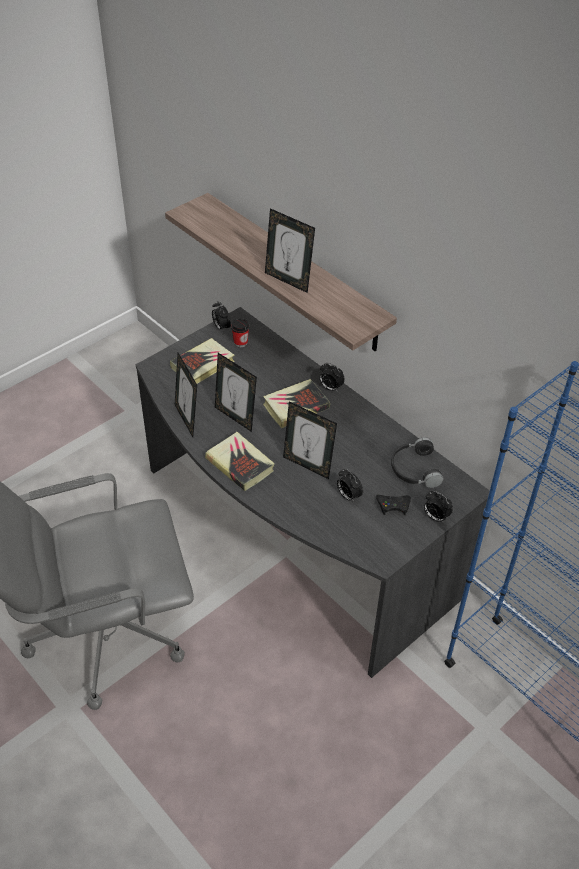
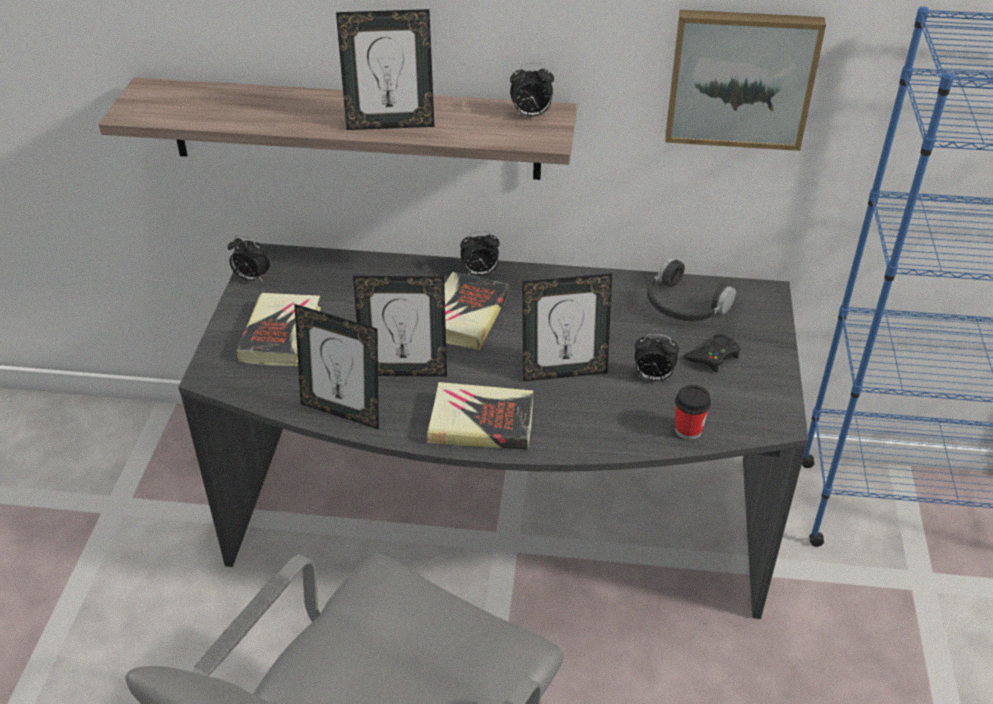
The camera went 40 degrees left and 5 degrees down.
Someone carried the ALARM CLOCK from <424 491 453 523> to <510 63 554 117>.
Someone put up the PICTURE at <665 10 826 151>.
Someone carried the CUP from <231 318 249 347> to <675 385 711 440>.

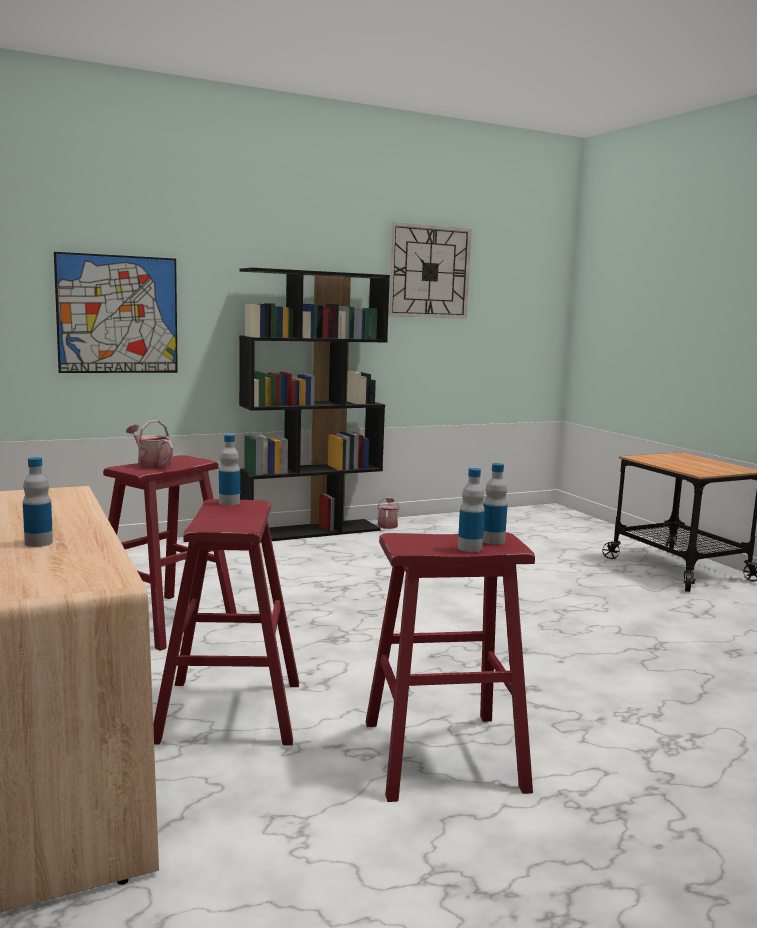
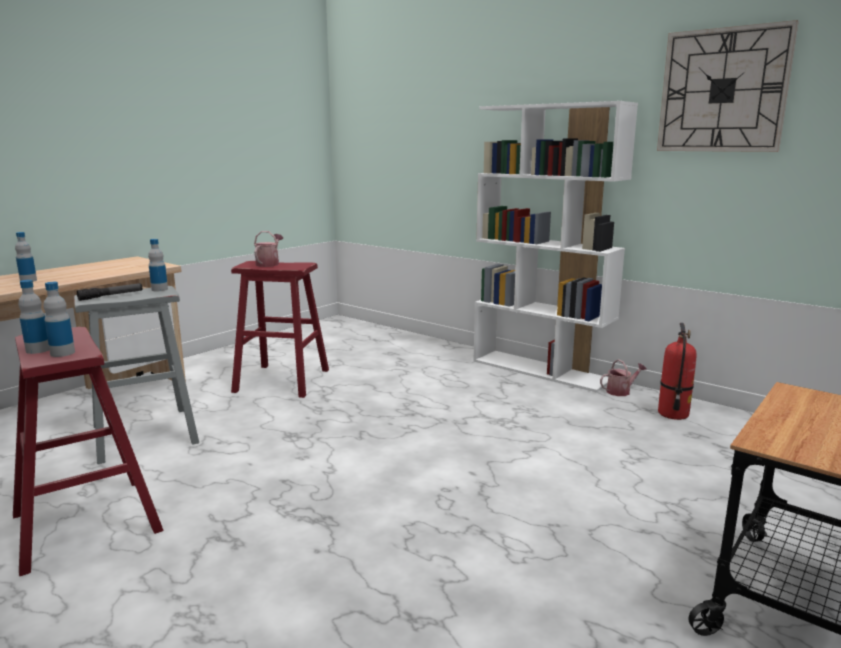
The camera went 65 degrees right and 5 degrees up.
Someone repainted the RED STOOL at <153 499 299 745>, which became the GREY STOOL at <74 286 199 464>.
Someone put down the FLASHLIGHT at <77 283 142 301>.
Someone repainted the BLACK BOOKCASE at <239 268 390 541>, which became the WHITE BOOKCASE at <473 101 638 393>.
Someone put down the FIRE EXTINGUISHER at <658 323 696 420>.
Someone took away the PICTURE at <54 252 178 373>.

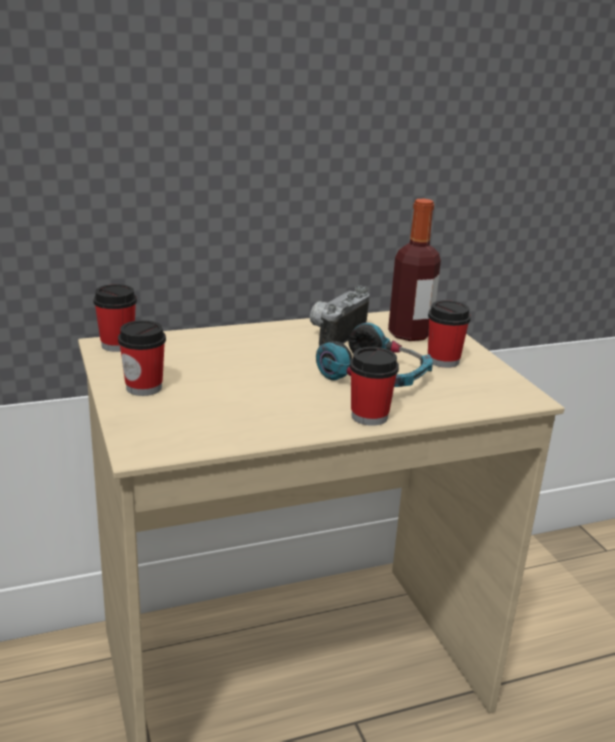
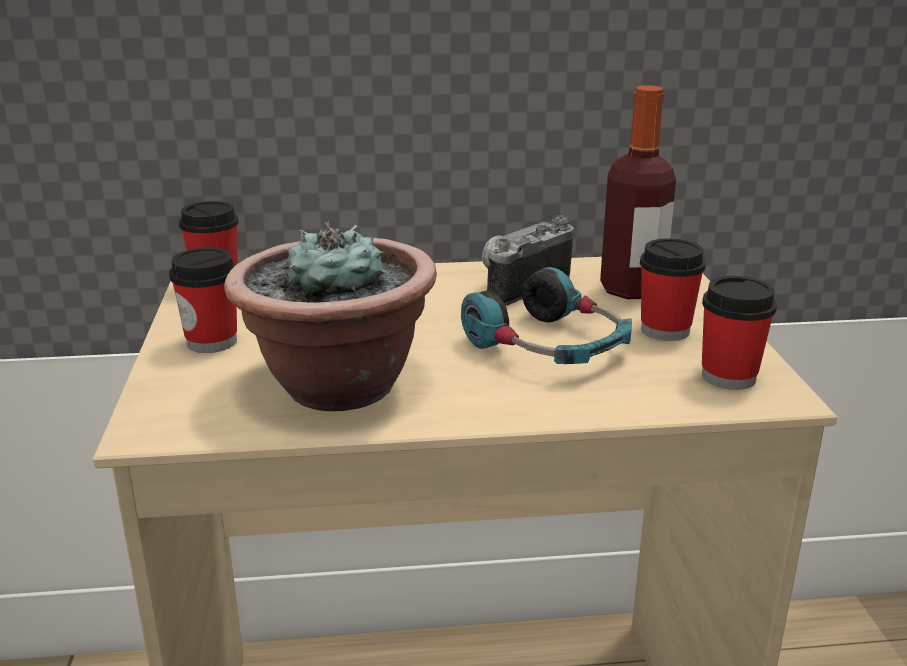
The camera went 15 degrees right and 0 degrees up.
Someone put down the POTTED PLANT at <224 221 437 411>.
Someone carried the CUP from <350 347 399 426> to <702 276 777 390>.

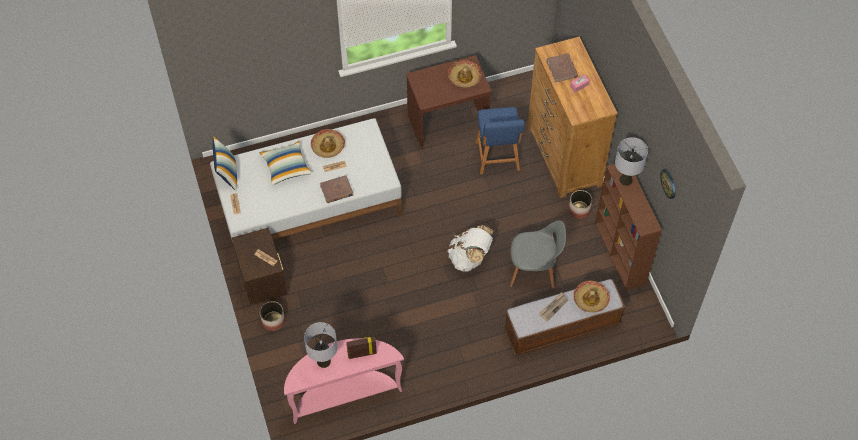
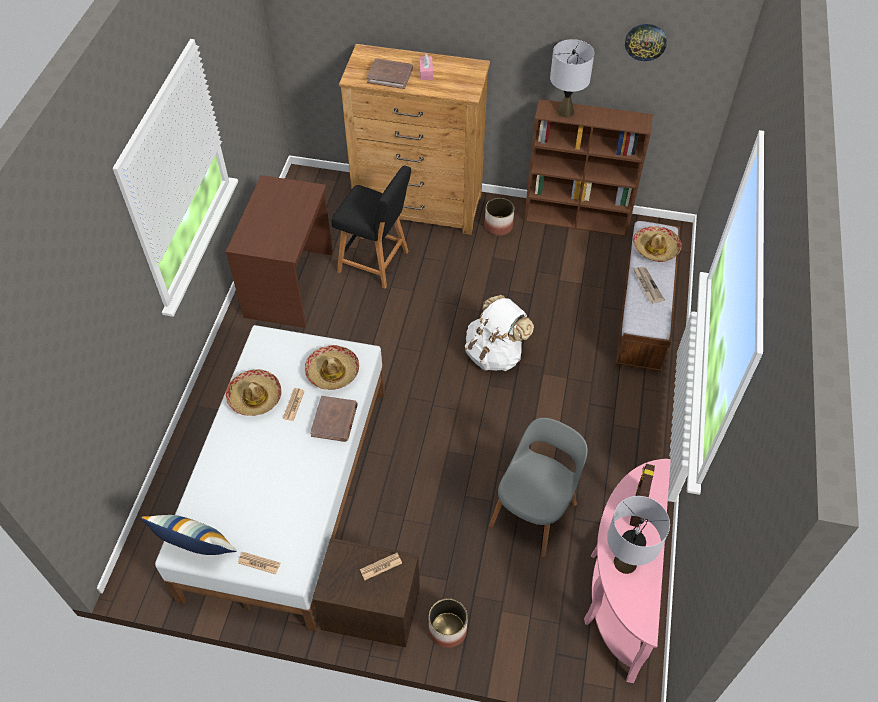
The camera went 60 degrees left and 5 degrees down.
Someone carried the HAT from <448 60 482 88> to <305 345 359 390>.
Someone repainted the BLUE STOOL at <475 107 525 174>, which became the BLACK STOOL at <332 166 411 289>.
Someone carried the GREY CHAIR from <510 221 566 289> to <489 418 588 557>.
Someone took away the PILLOW at <259 141 312 186>.

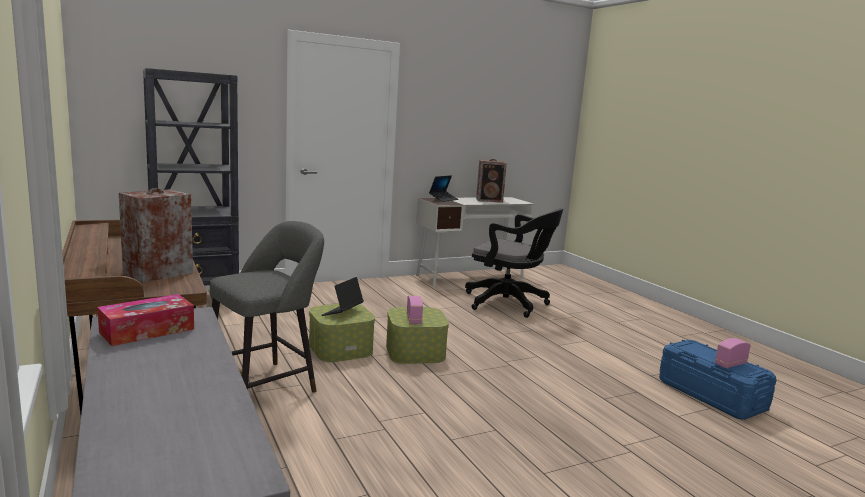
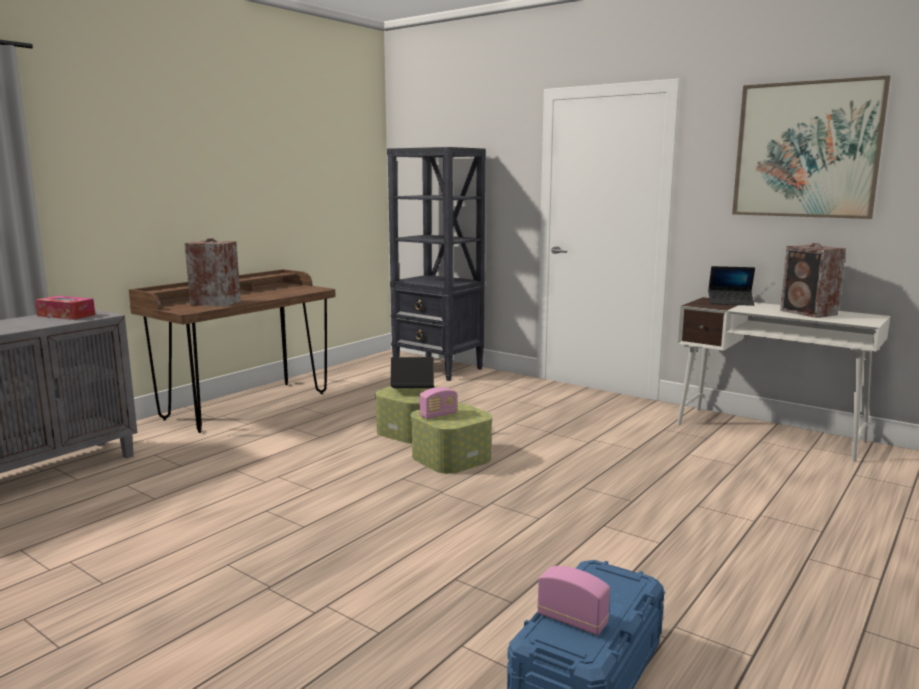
The camera went 65 degrees right and 0 degrees up.
Someone put up the PICTURE at <732 75 891 219>.
Someone took away the GREY STOOL at <210 221 324 393>.
Someone took away the BLACK OFFICE CHAIR at <465 208 563 318>.

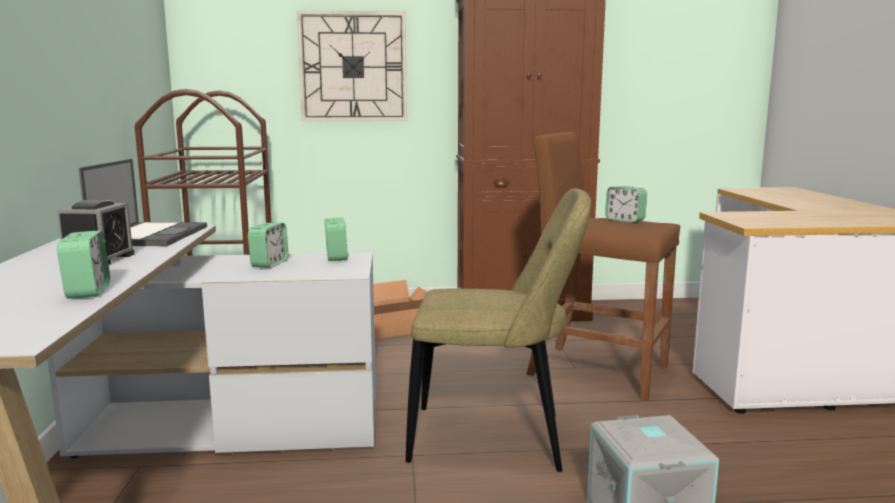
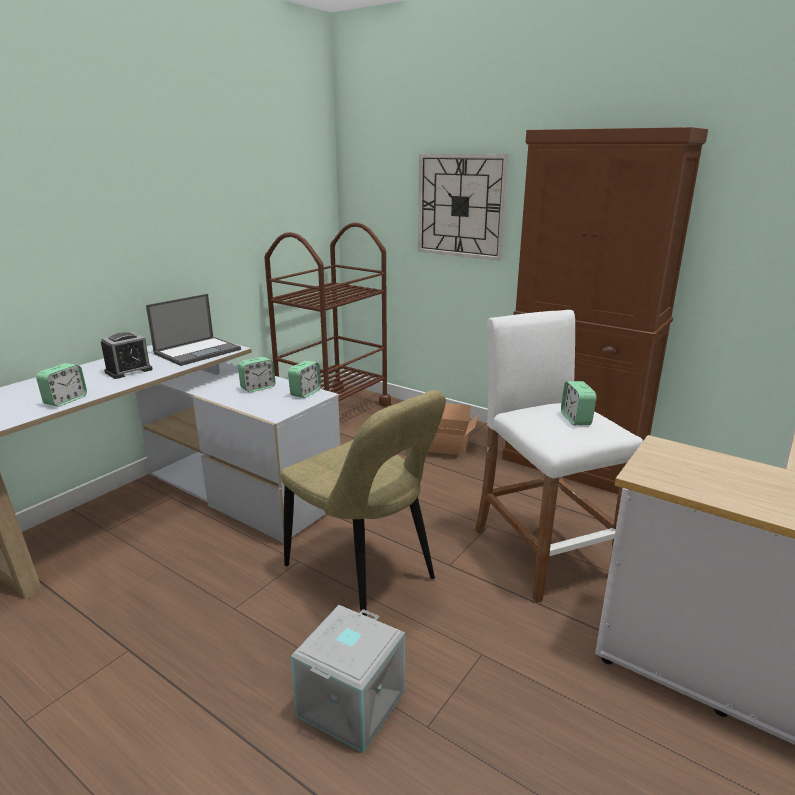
The camera went 40 degrees right and 10 degrees up.
Someone repainted the BROWN STOOL at <526 132 680 400>, which became the WHITE STOOL at <475 310 643 603>.

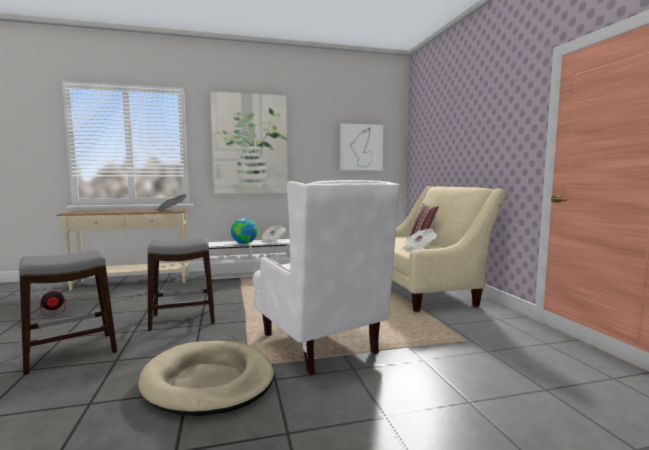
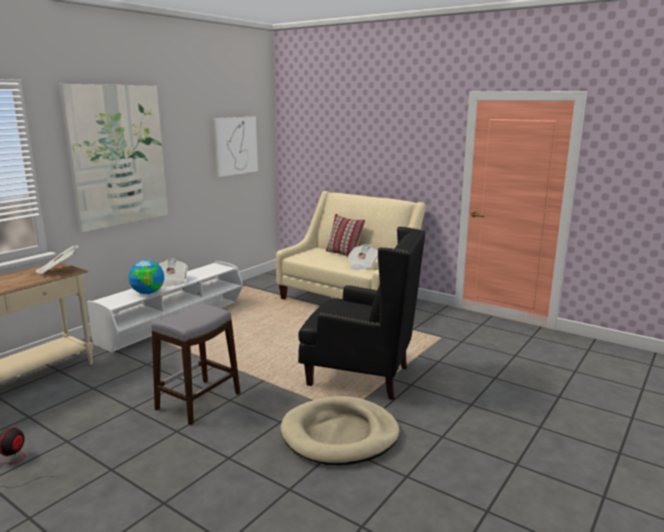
The camera went 40 degrees left and 10 degrees up.
Someone repainted the WHITE ARMCHAIR at <253 180 399 375>, which became the BLACK ARMCHAIR at <298 226 425 400>.
Someone took away the GREY STOOL at <19 249 117 375>.

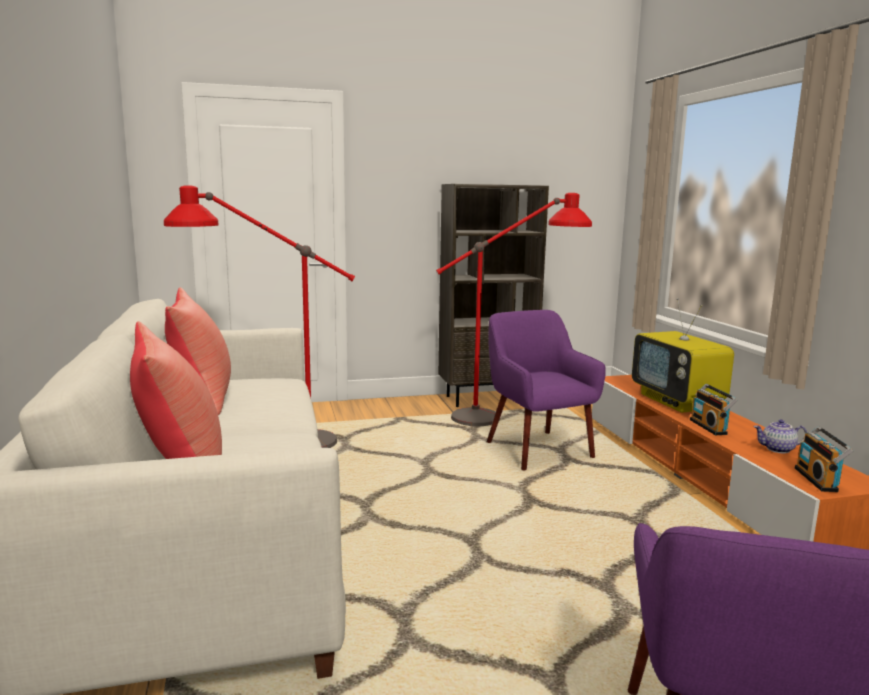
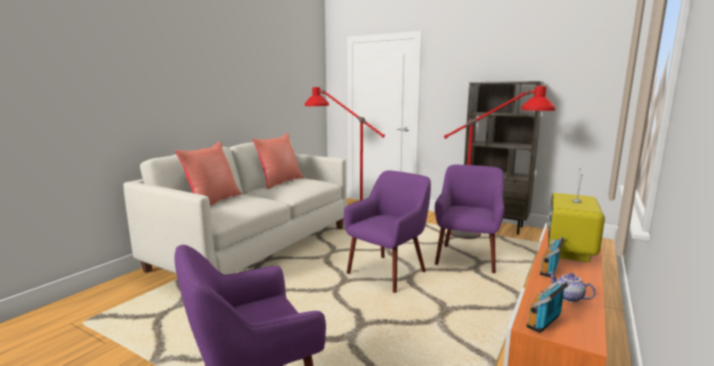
The camera went 45 degrees right and 0 degrees up.
Someone put down the PURPLE ARMCHAIR at <344 170 431 293>.

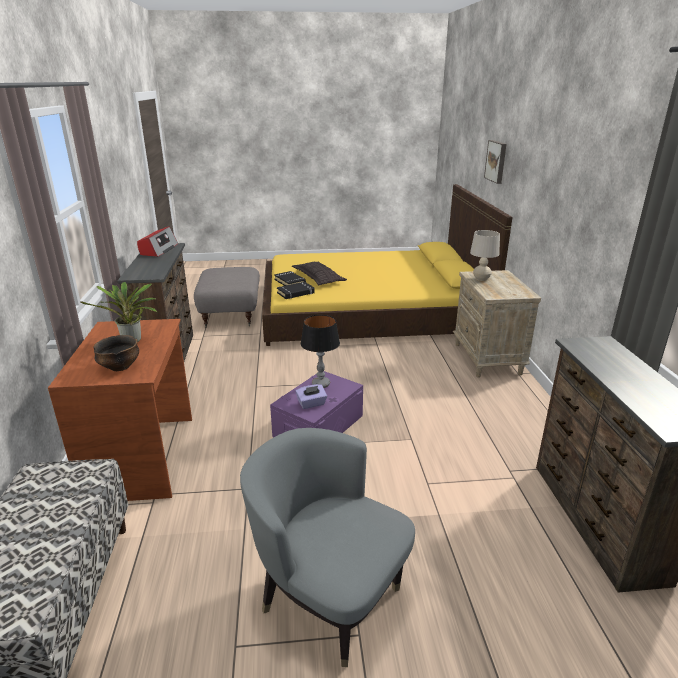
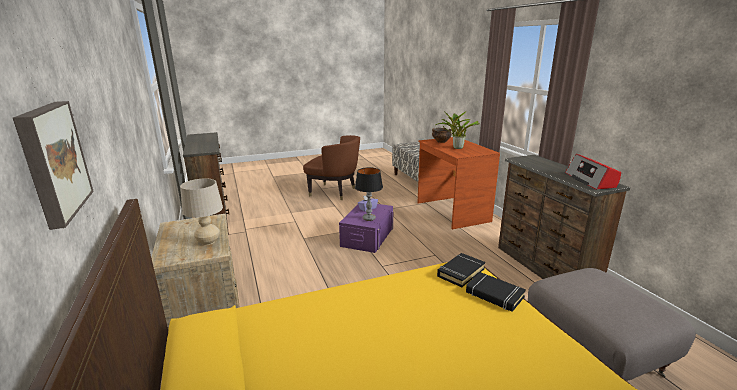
The camera went 165 degrees right and 5 degrees down.
Someone repainted the GREY ARMCHAIR at <240 428 415 667>, which became the BROWN ARMCHAIR at <303 135 360 200>.
Someone took away the PILLOW at <292 261 347 286>.

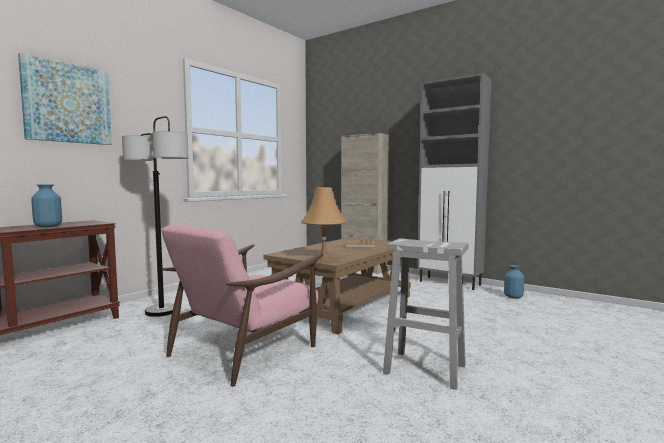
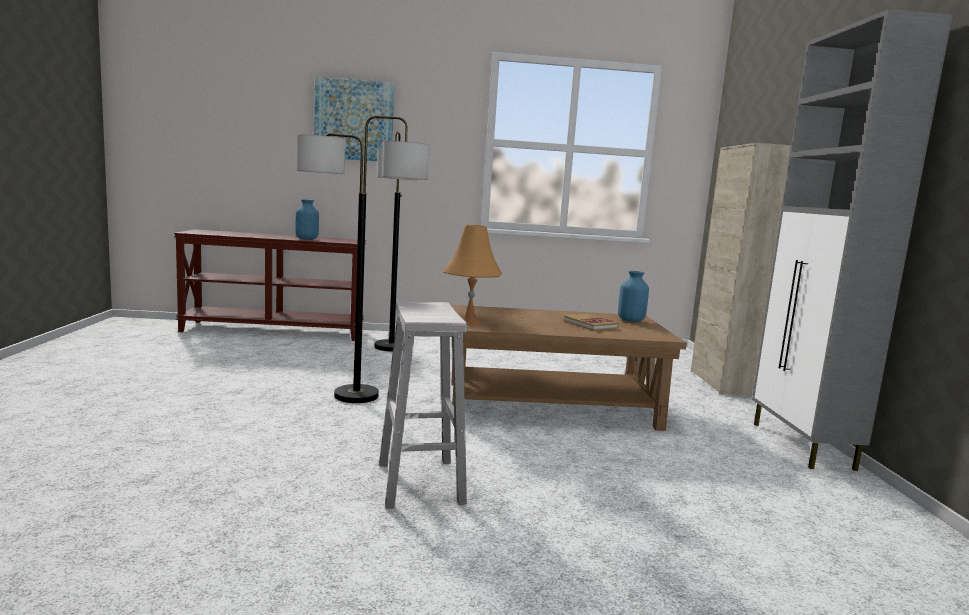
The camera went 50 degrees right and 5 degrees up.
Someone swapped the PINK ARMCHAIR at <161 225 323 387> for the FLOOR LAMP at <297 116 430 403>.
Someone carried the BLUE VASE from <504 265 524 299> to <618 271 649 322>.

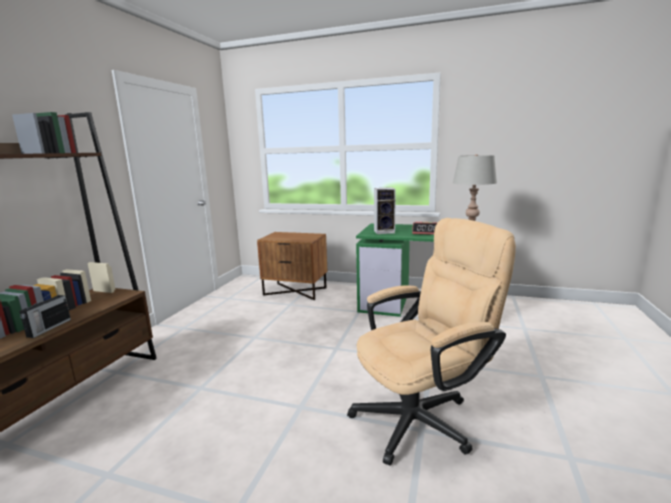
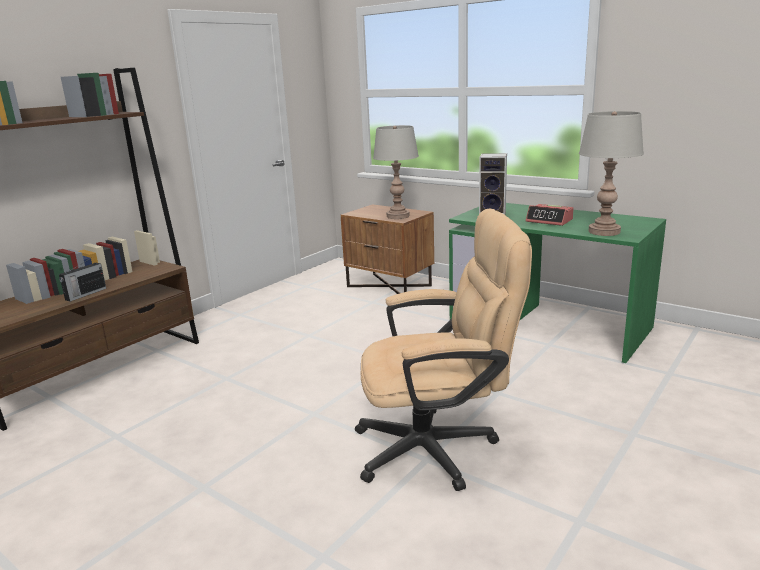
The camera went 20 degrees right and 5 degrees up.
Someone put down the GREY TABLE LAMP at <373 125 419 219>.

